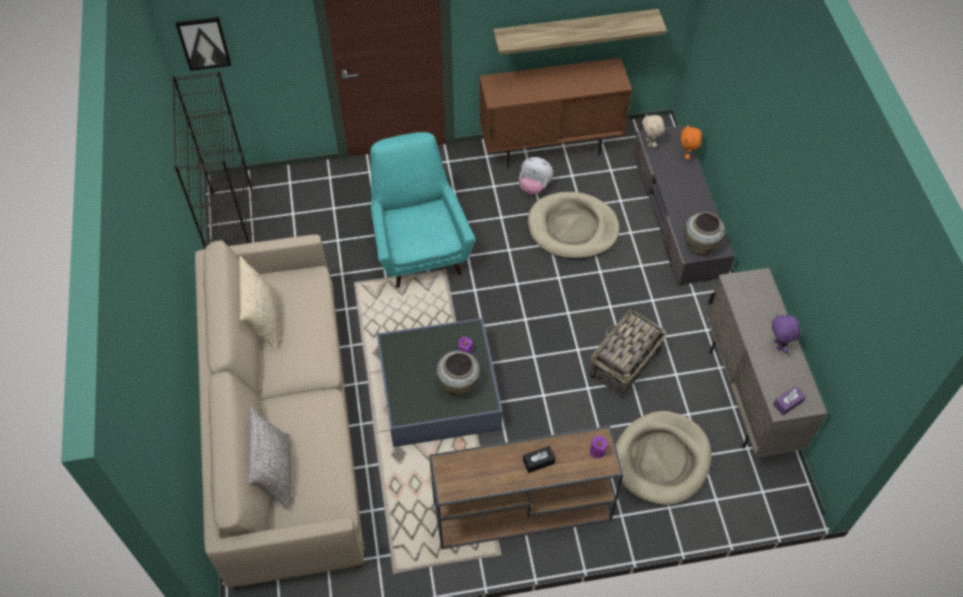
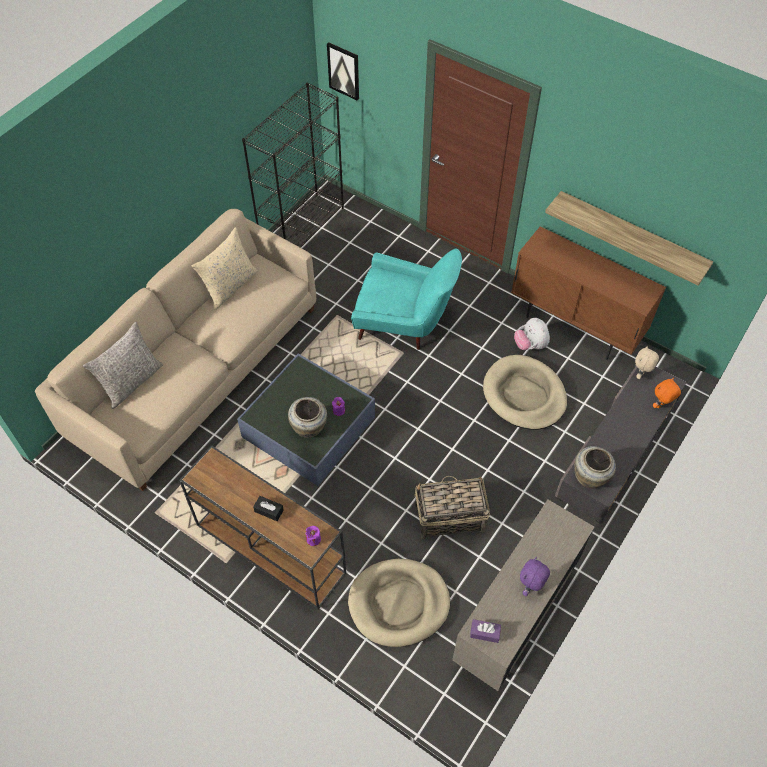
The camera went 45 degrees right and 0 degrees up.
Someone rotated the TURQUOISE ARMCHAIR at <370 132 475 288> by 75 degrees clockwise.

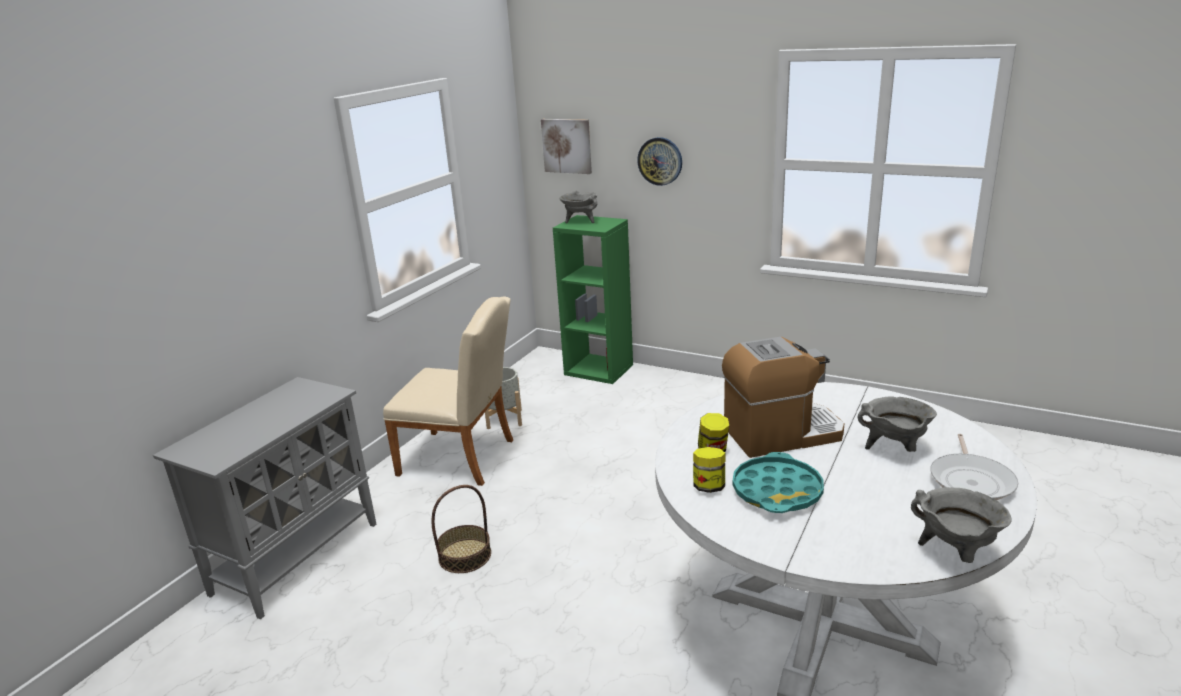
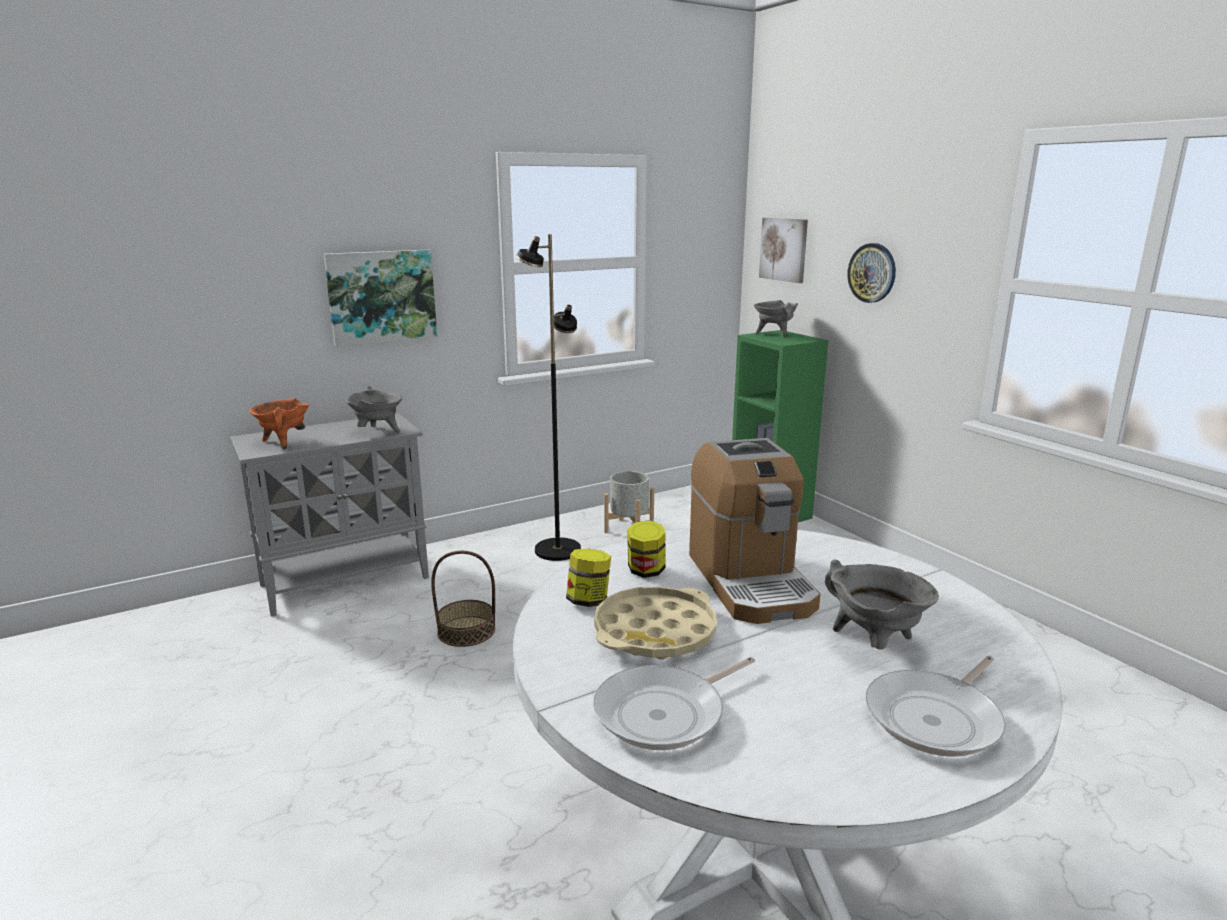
The camera went 30 degrees right and 5 degrees down.
Someone put down the ORANGE COOKING POT at <249 398 310 450>.
Someone put up the PICTURE at <324 250 437 347>.
Someone carried the GREY COOKING POT from <911 487 1012 563> to <346 386 402 433>.
Someone swapped the BEIGE CHAIR at <383 296 513 486> for the BLACK FLOOR LAMP at <516 234 581 561>.
Someone put down the FRYING PAN at <593 657 755 750>.
Someone repainted the TURQUOISE TRAY at <733 452 824 513>, which became the BEIGE TRAY at <594 586 717 660>.
Someone rotated the COFFEE MACHINE at <722 337 845 458> by 60 degrees clockwise.

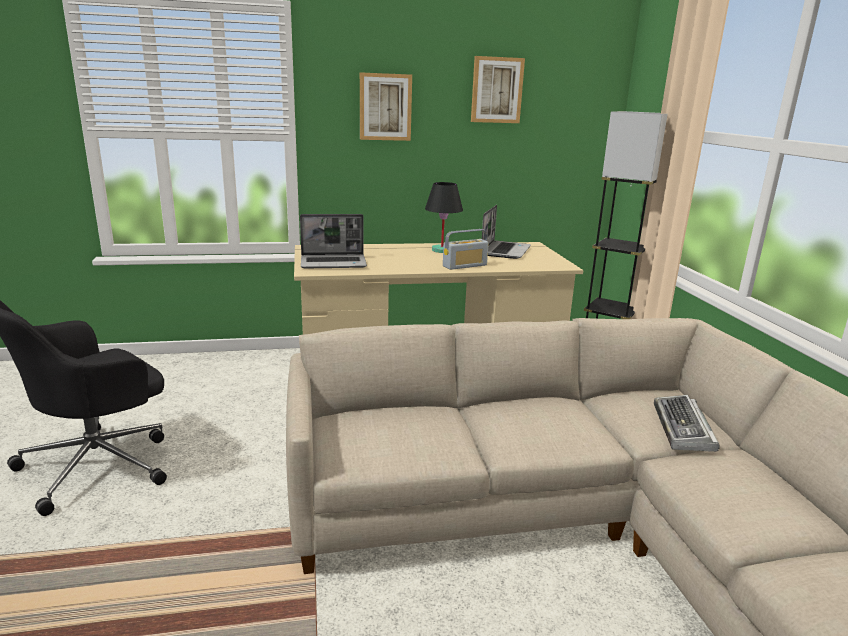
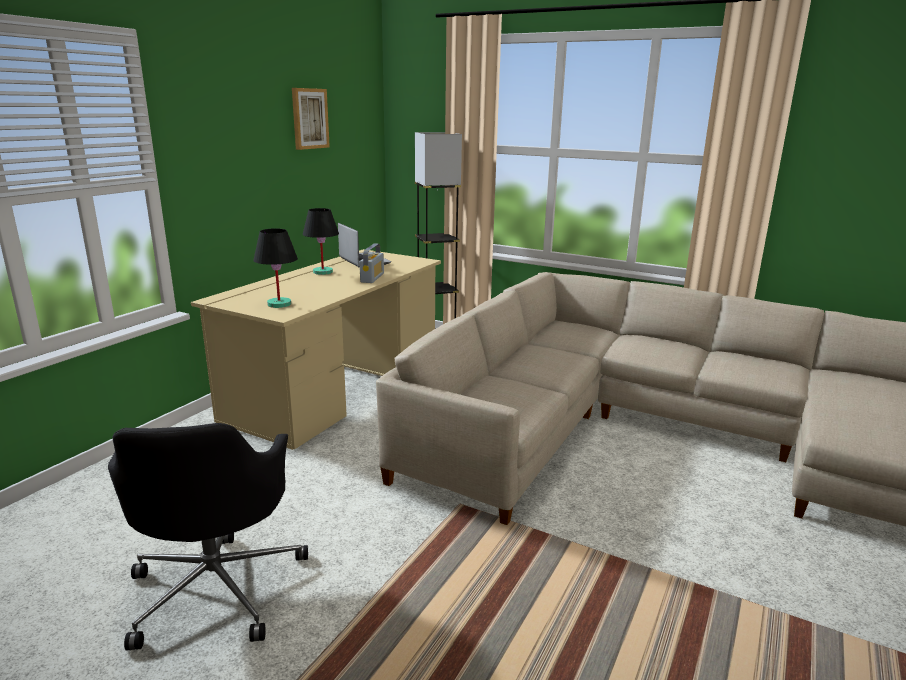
The camera went 50 degrees left and 0 degrees up.
Someone swapped the LAPTOP at <300 214 367 269> for the BLACK TABLE LAMP at <253 228 298 308>.
Someone took away the PICTURE at <360 72 412 141>.
Someone took away the KEYBOARD at <654 395 720 452>.

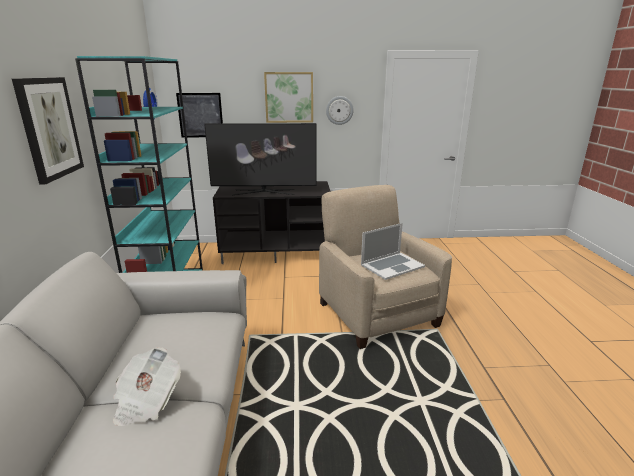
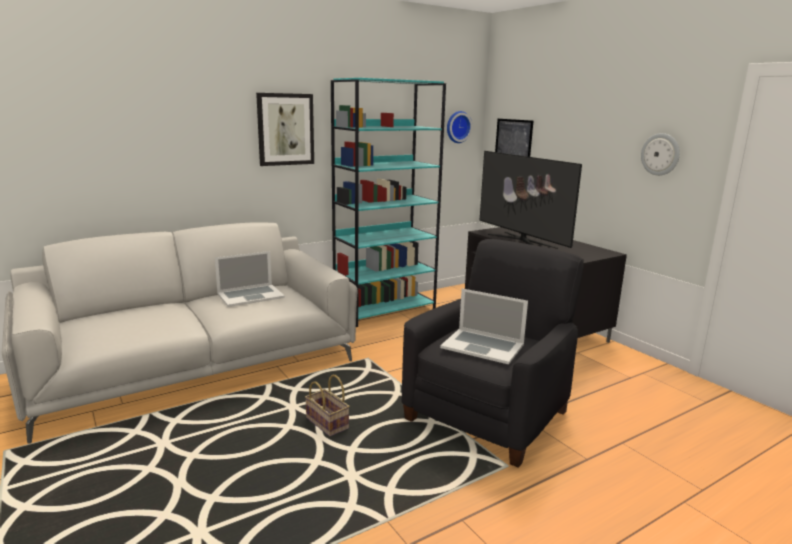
The camera went 60 degrees right and 5 degrees down.
Someone put down the LAPTOP at <215 251 285 307>.
Someone put down the BASKET at <305 375 350 436>.
Someone repainted the BEIGE ARMCHAIR at <319 185 452 349>, which became the BLACK ARMCHAIR at <402 239 584 468>.
Someone took away the NEWSPAPER at <113 347 181 426>.
Someone took away the PICTURE at <264 72 313 123>.

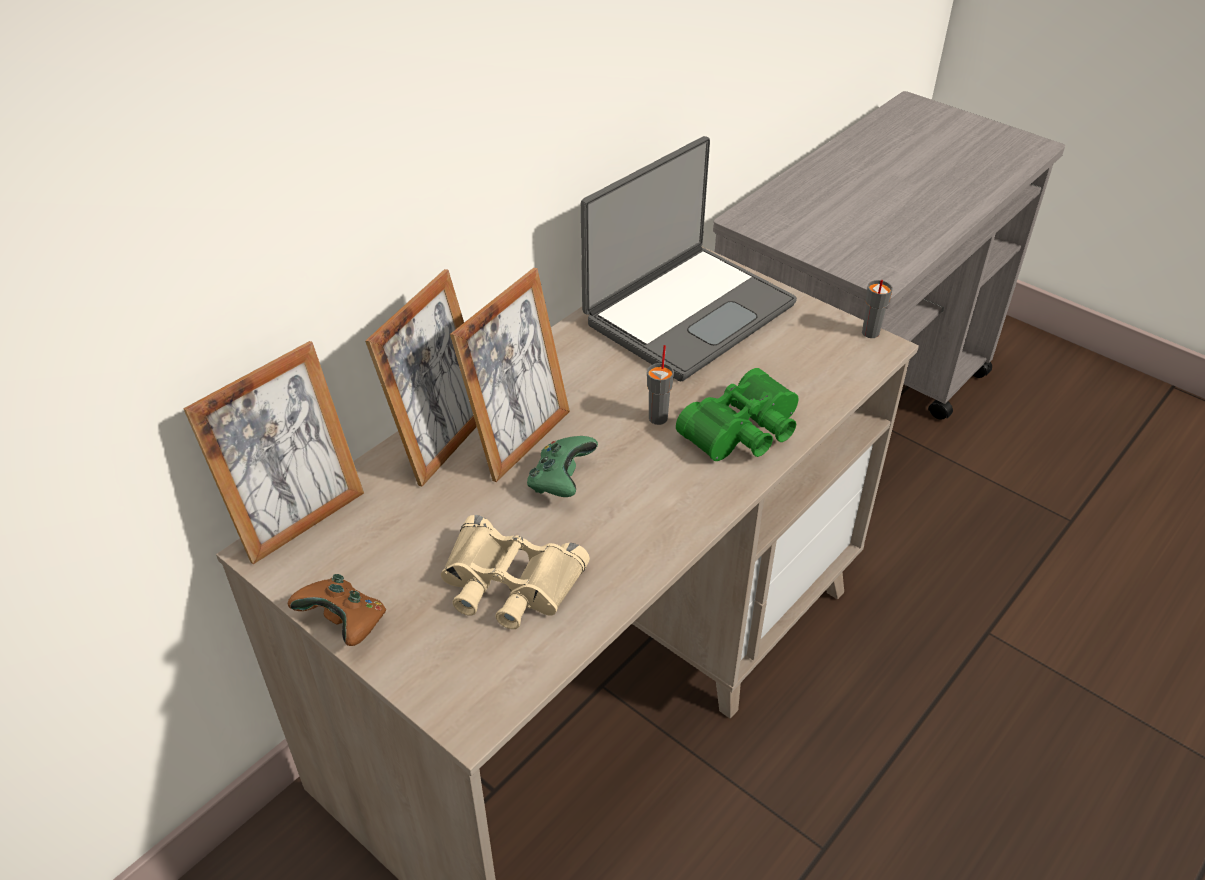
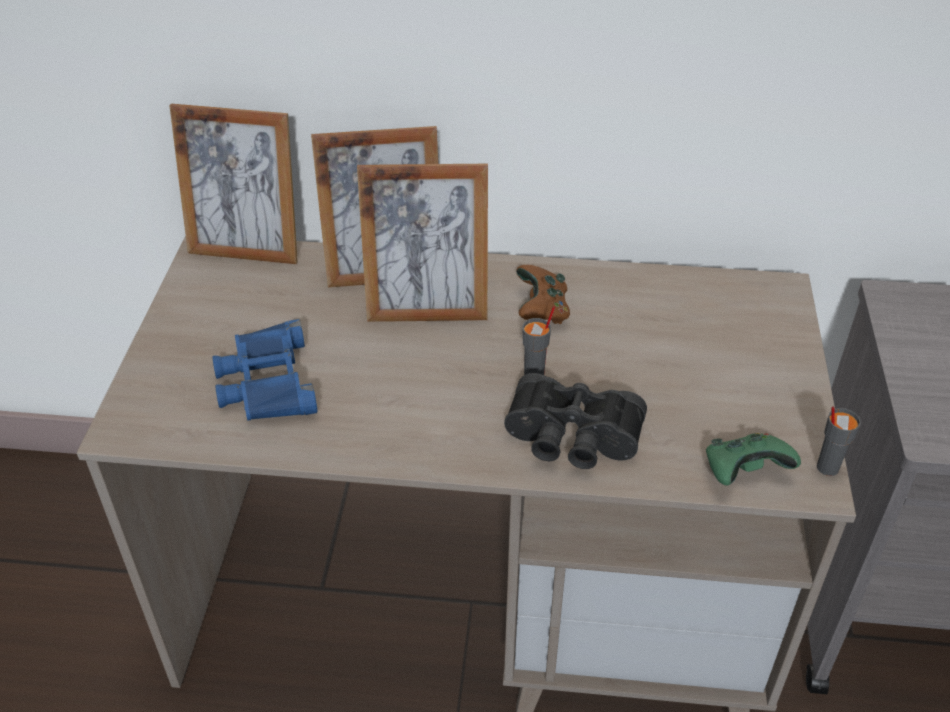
The camera went 55 degrees right and 0 degrees up.
Someone repainted the BEIGE BINOCULARS at <441 515 590 629>, which became the BLUE BINOCULARS at <213 319 318 421>.
Someone repainted the GREEN BINOCULARS at <676 368 798 461>, which became the BLACK BINOCULARS at <504 373 647 469>.
Someone carried the BROWN GAME CONTROLLER from <288 574 386 646> to <516 265 570 324>.
Someone carried the GREEN GAME CONTROLLER from <527 436 598 497> to <706 433 801 485>.
Someone took away the LAPTOP at <581 136 797 382>.

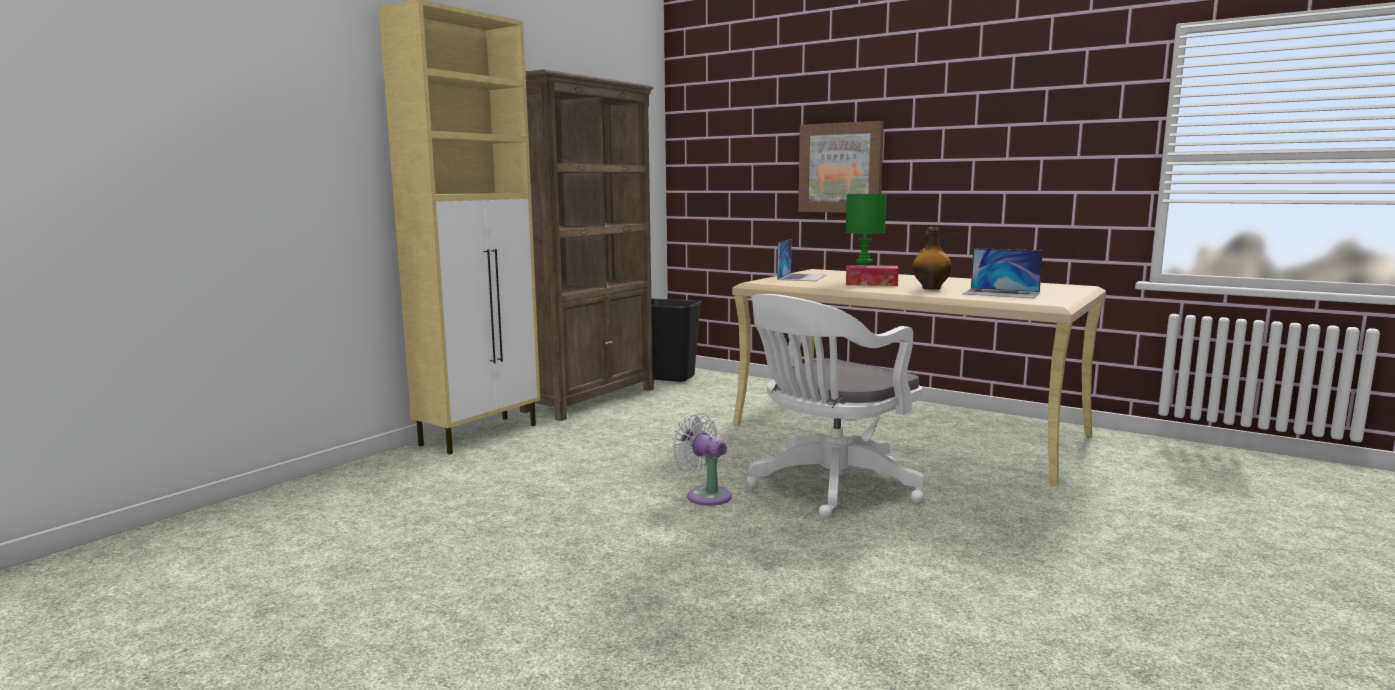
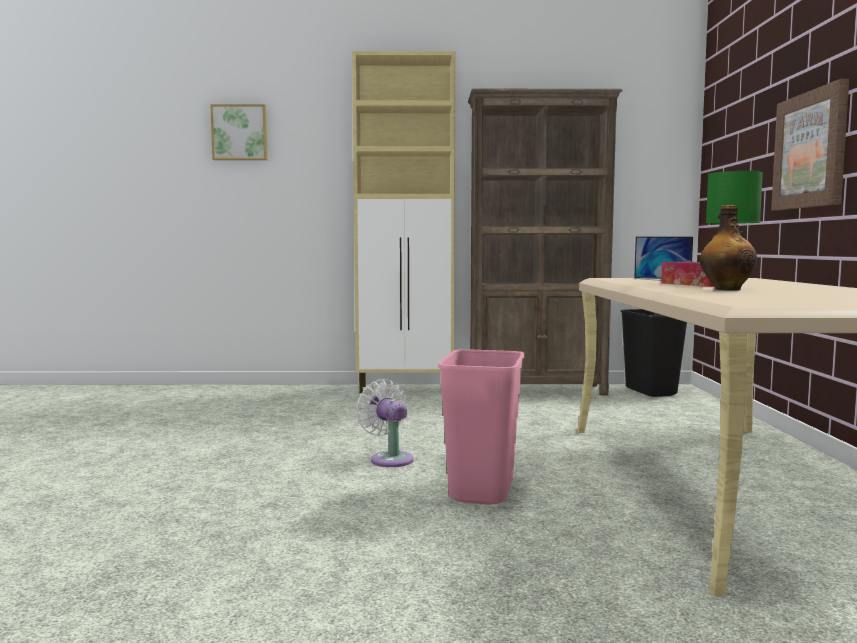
The camera went 55 degrees right and 5 degrees down.
Someone put up the PICTURE at <210 104 268 160>.
Someone rotated the WHITE FAN at <671 413 732 506> by 45 degrees counterclockwise.
Someone swapped the WHITE OFFICE CHAIR at <747 294 925 518> for the PINK TRASH CAN at <438 349 524 505>.
Someone took away the LAPTOP at <962 248 1043 298>.

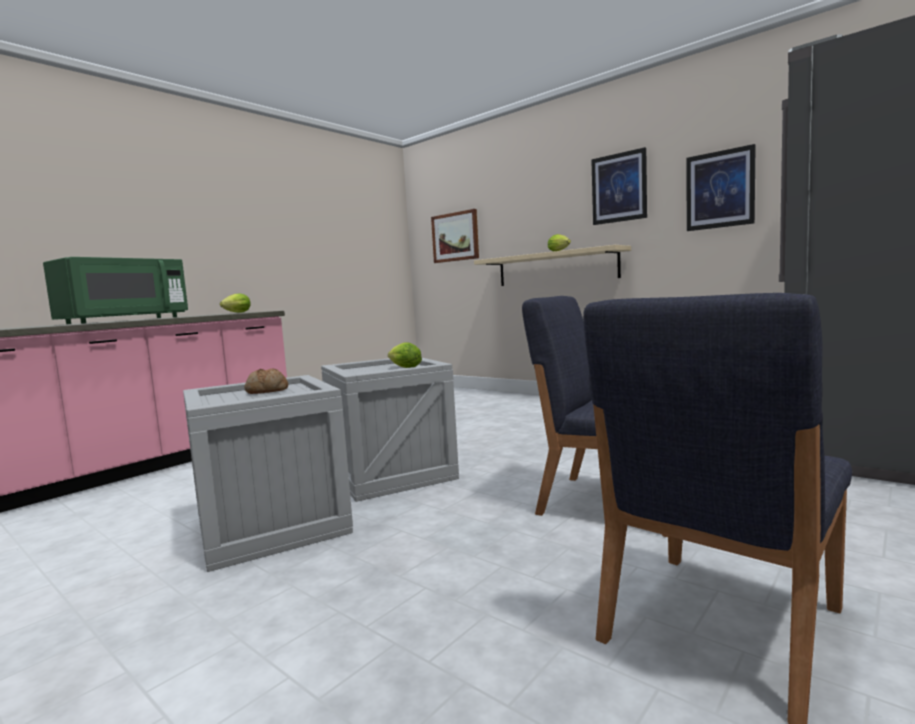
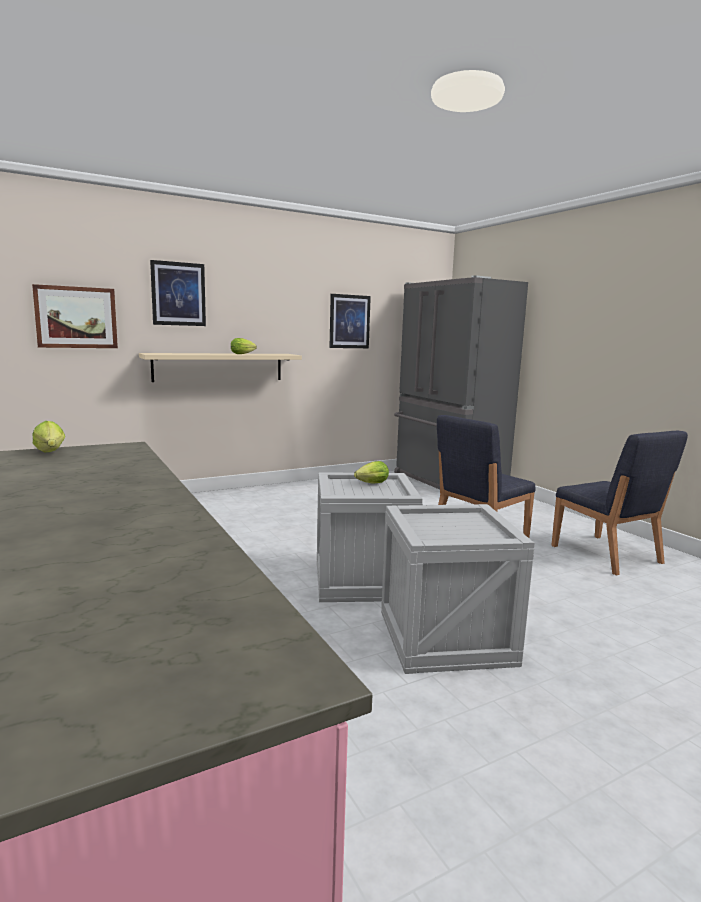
The camera went 70 degrees left and 5 degrees up.
Someone carried the PICTURE from <591 147 647 225> to <150 260 206 326>.
Someone took away the GREEN MICROWAVE at <43 257 188 324>.
Someone took away the BREAD at <244 368 288 394>.

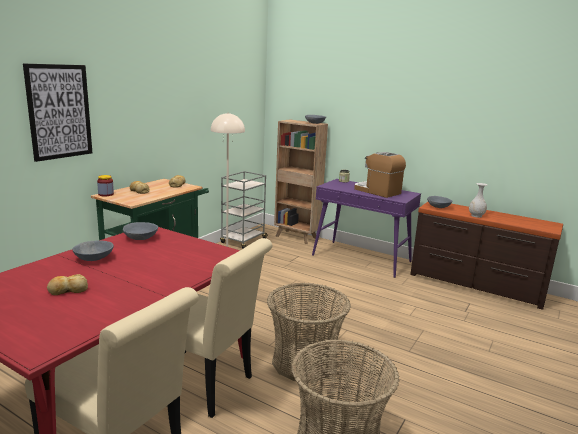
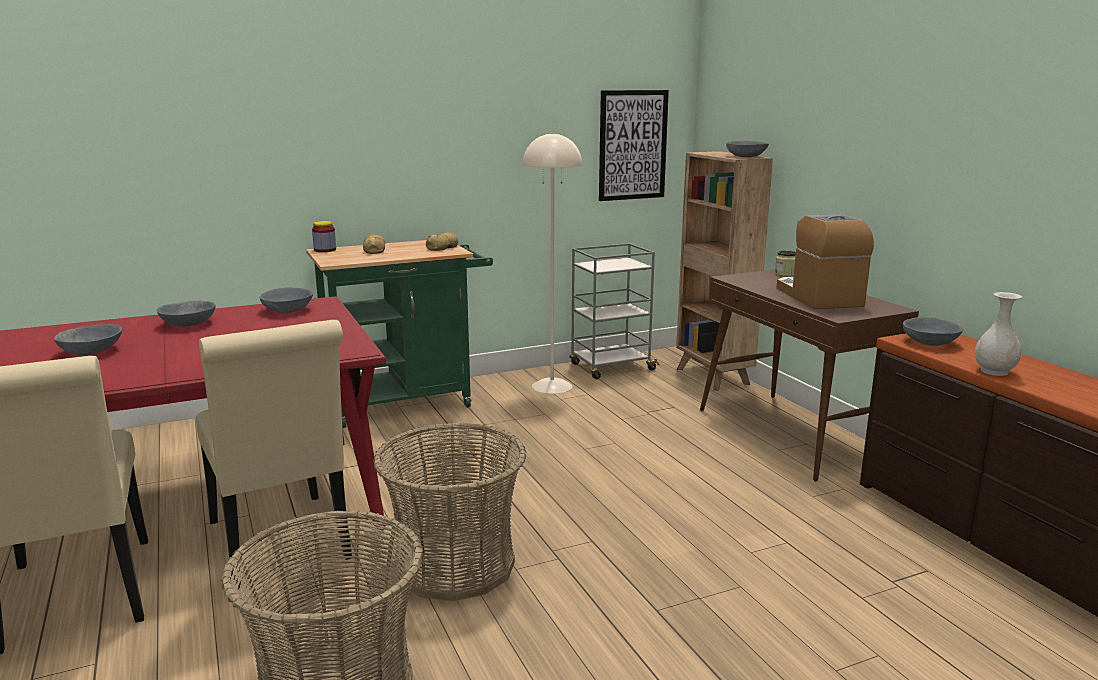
The camera went 35 degrees right and 0 degrees up.
Someone swapped the BREAD at <47 274 88 295> for the GREY BOWL at <54 324 122 355>.
Someone carried the PICTURE from <23 64 92 162> to <599 90 669 201>.
Someone repainted the PURPLE CONSOLE TABLE at <312 179 421 278>, which became the BROWN CONSOLE TABLE at <700 270 919 482>.

